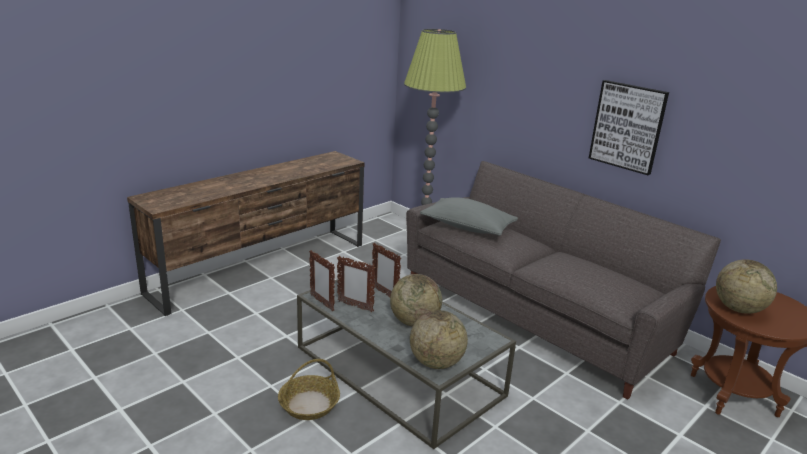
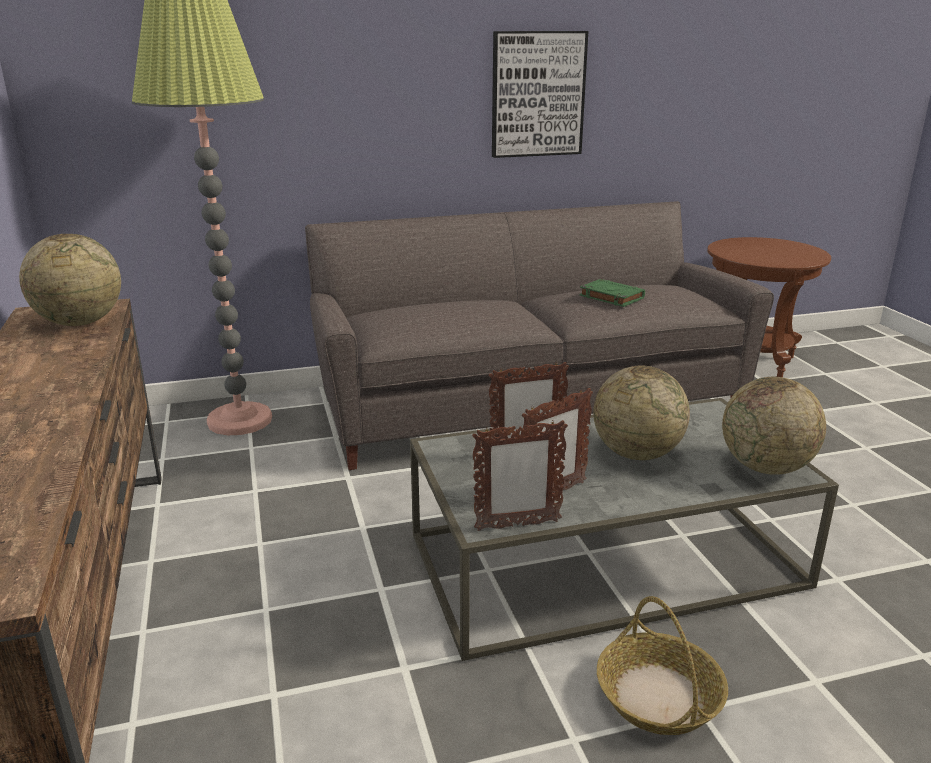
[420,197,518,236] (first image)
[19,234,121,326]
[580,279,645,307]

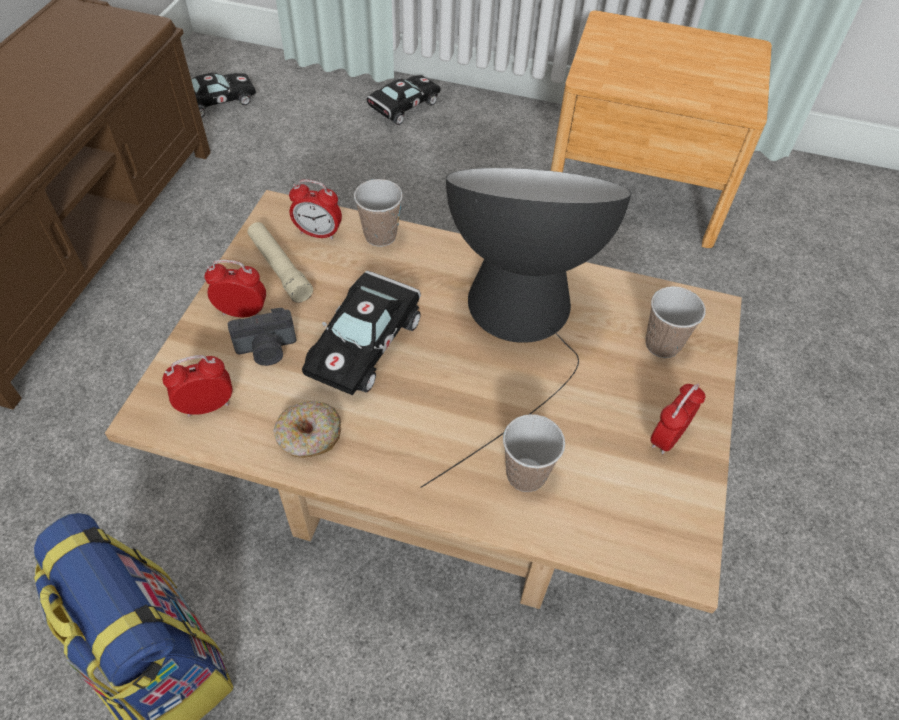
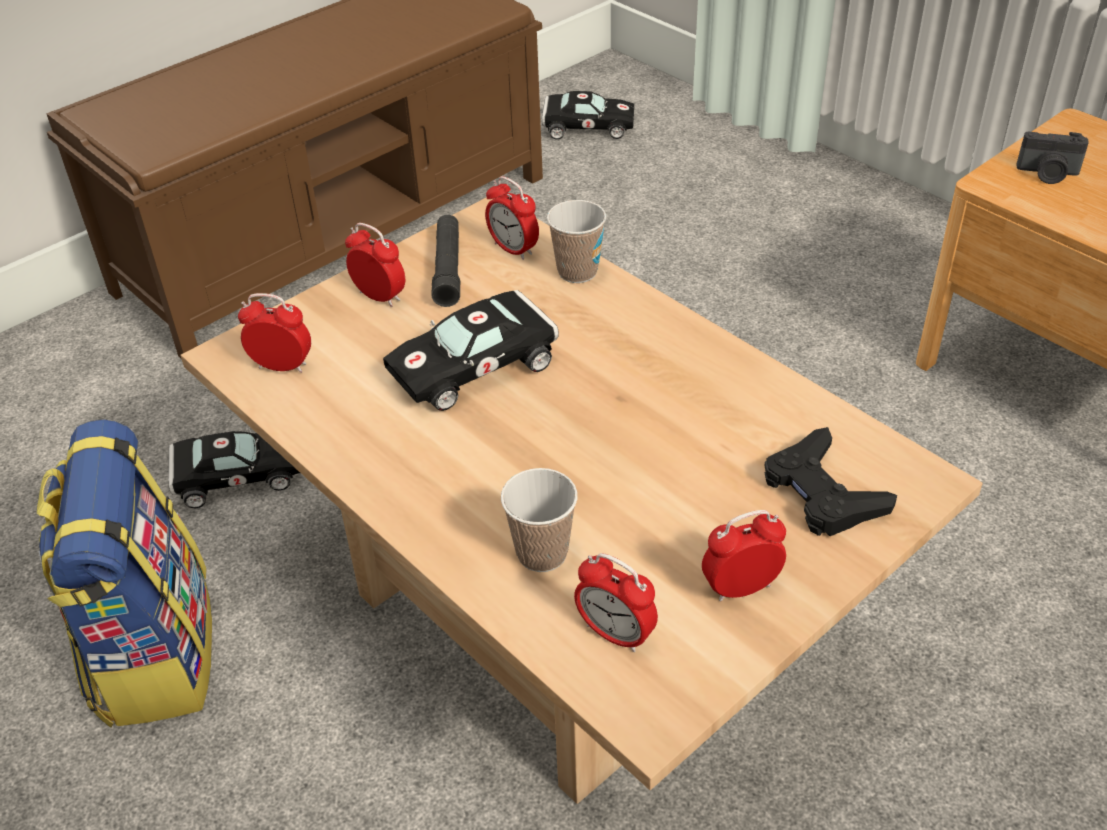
[1017,132,1089,184]
[431,215,460,307]
[273,401,341,458] (first image)
[168,428,300,508]
[420,168,632,488] (first image)
[764,427,897,536]
[574,553,658,652]

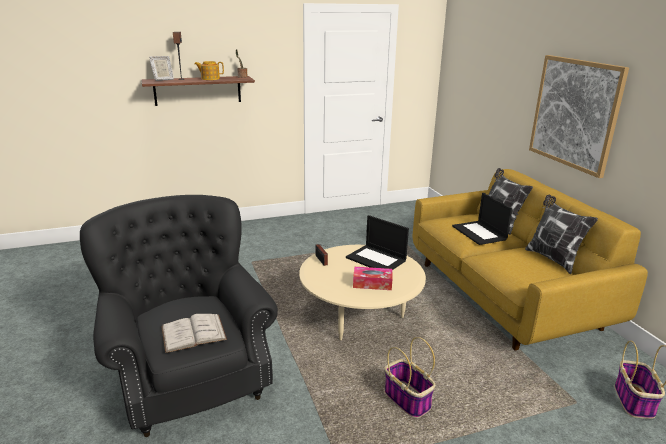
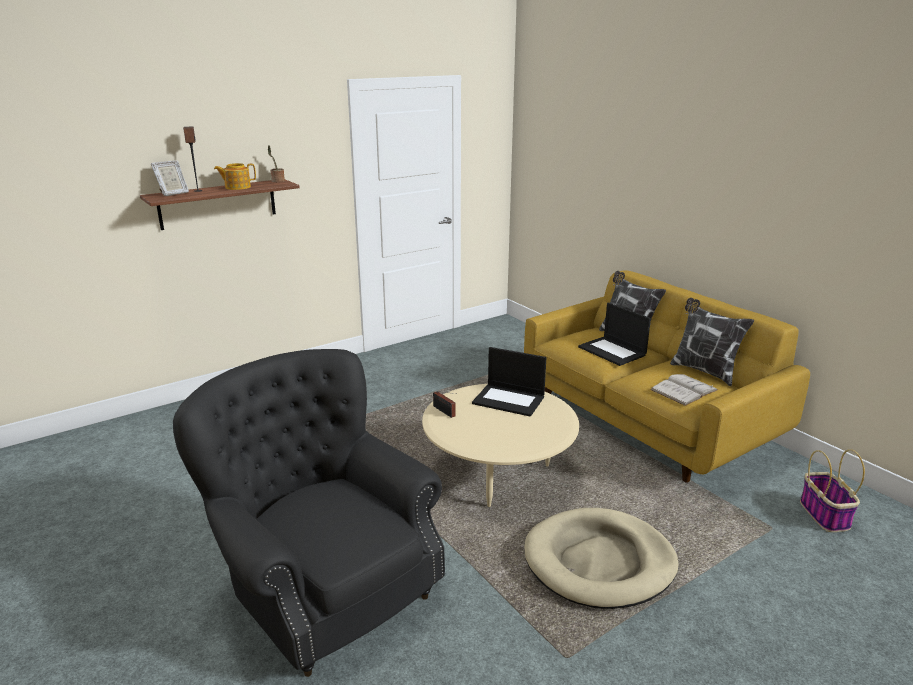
[650,374,718,406]
[353,267,393,290] (first image)
[524,508,679,609]
[529,55,629,178] (first image)

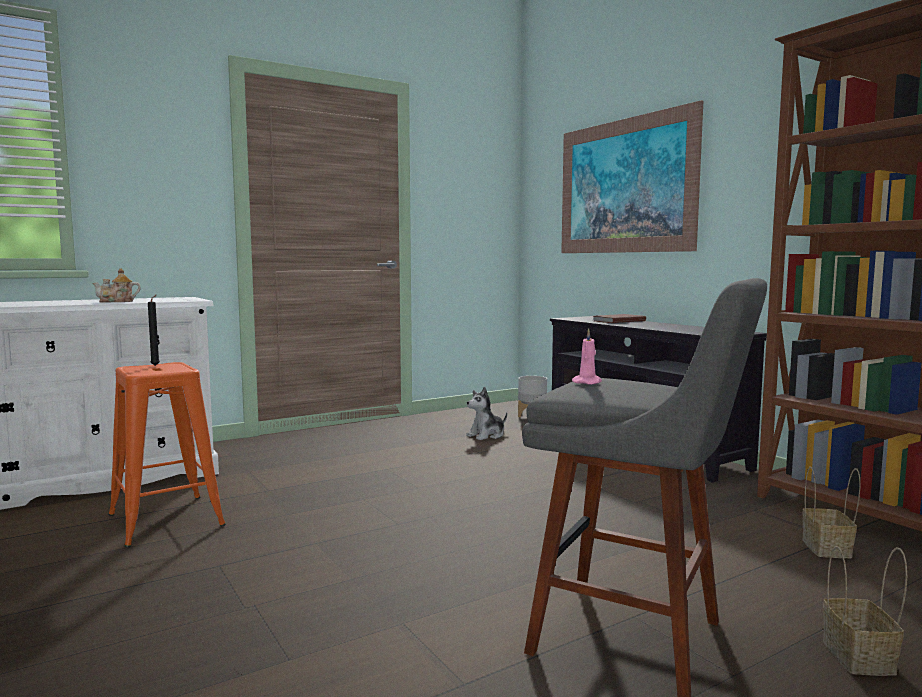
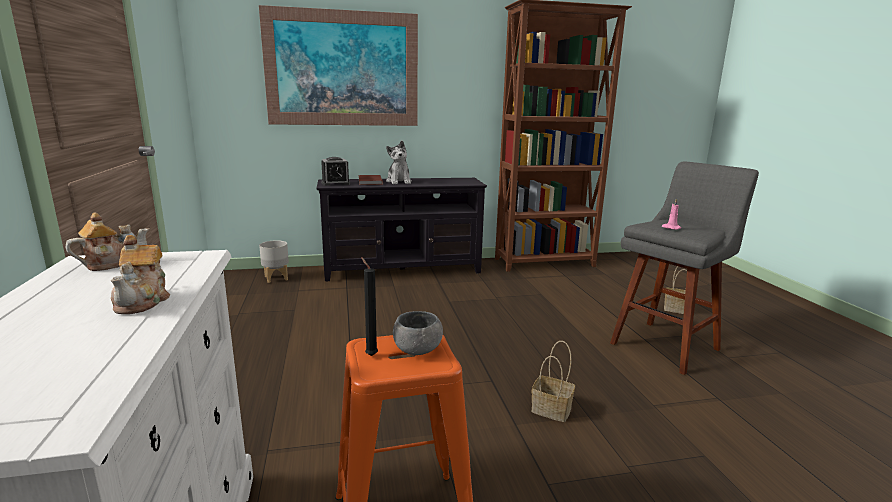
[386,140,412,184]
[532,341,575,422]
[66,213,149,271]
[321,157,350,186]
[393,311,443,355]

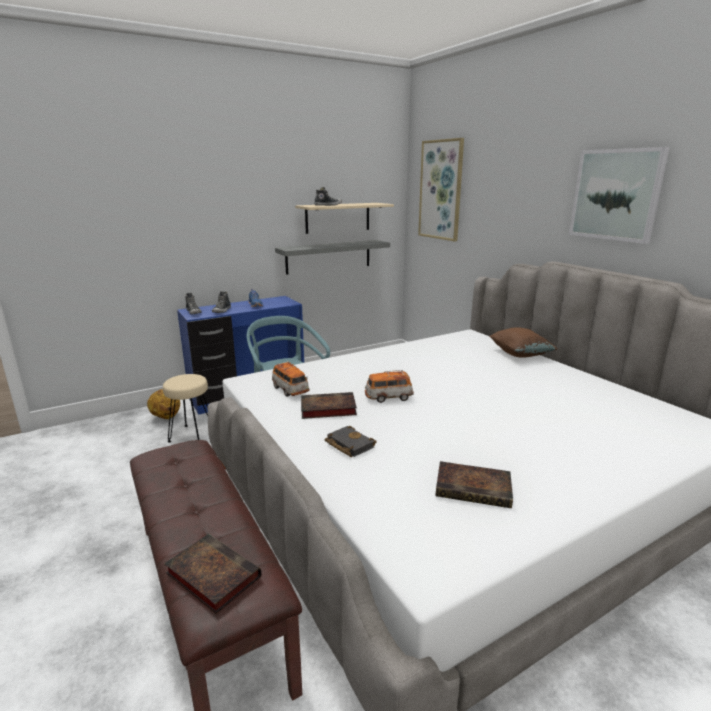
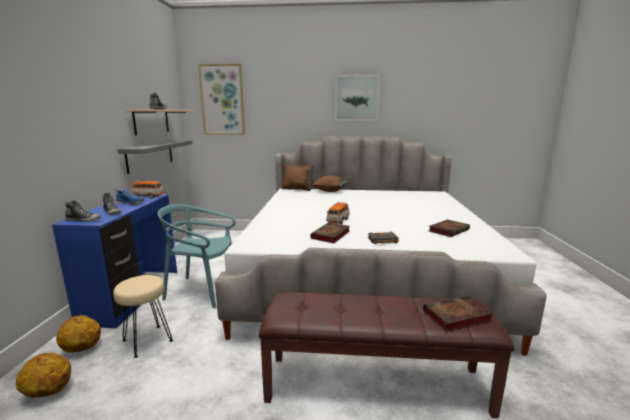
[131,180,164,199]
[16,353,71,398]
[282,164,313,191]

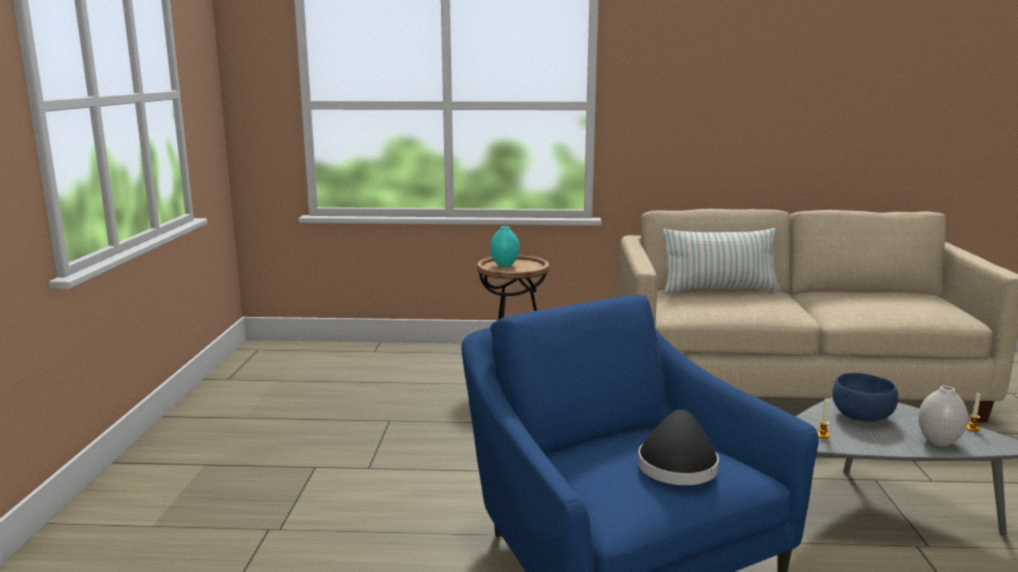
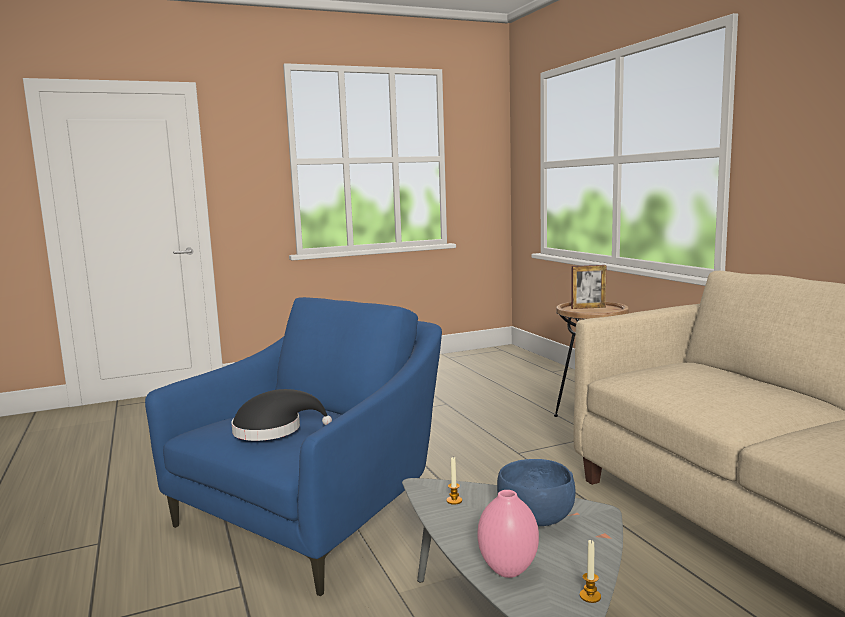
[571,265,606,309]
[663,228,780,294] (first image)
[477,490,539,578]

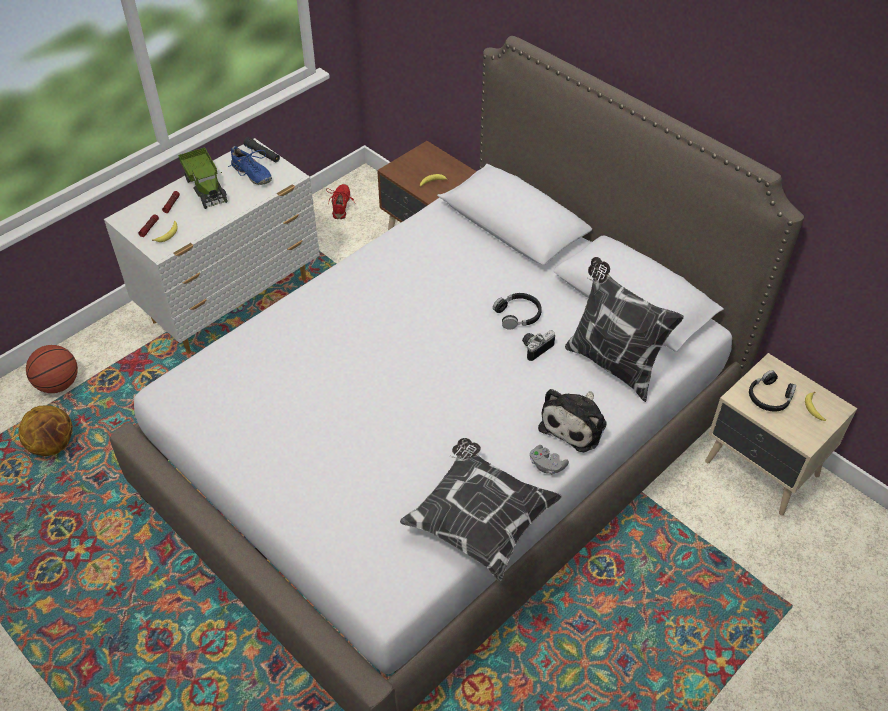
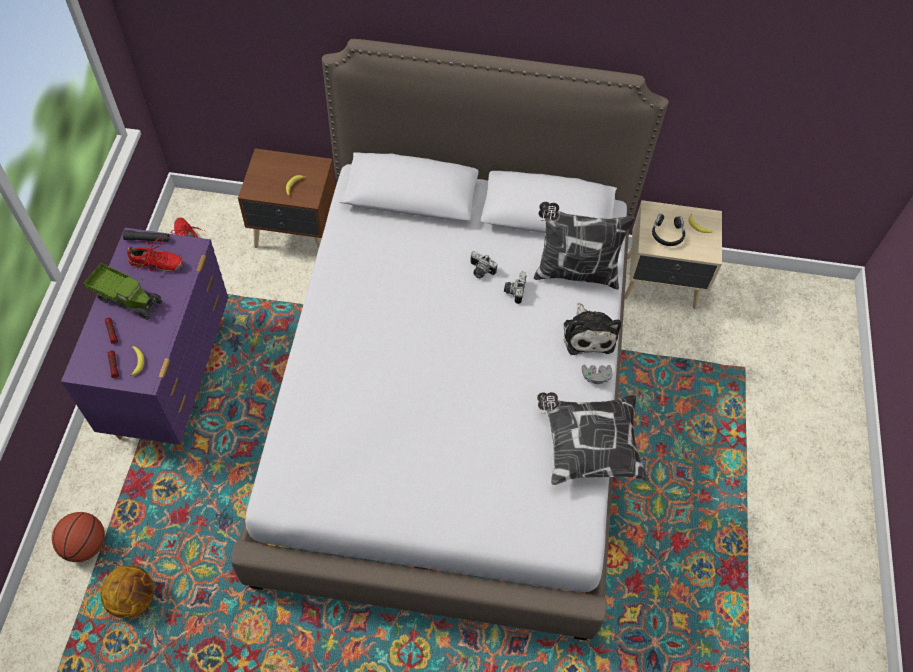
[61,228,229,448]
[127,238,184,272]
[470,251,497,278]

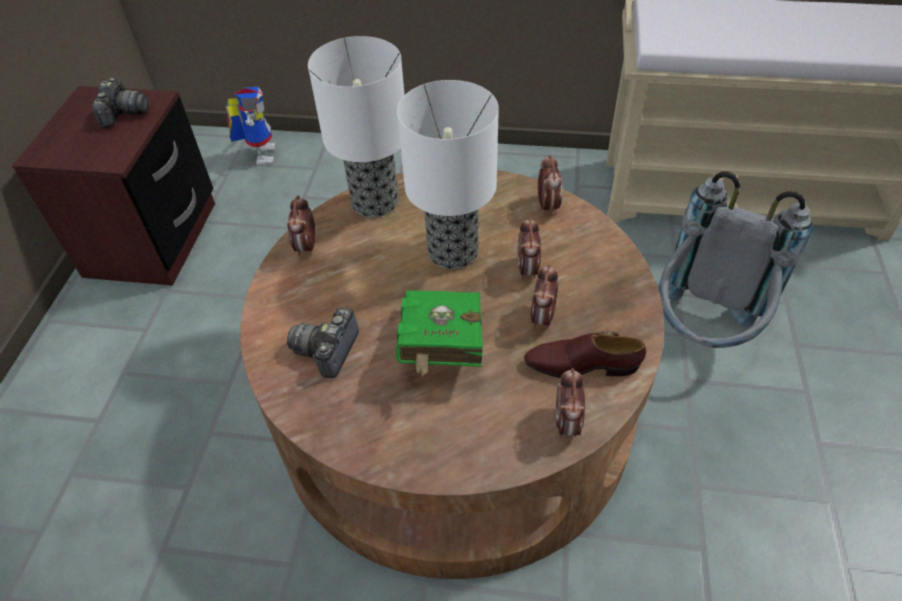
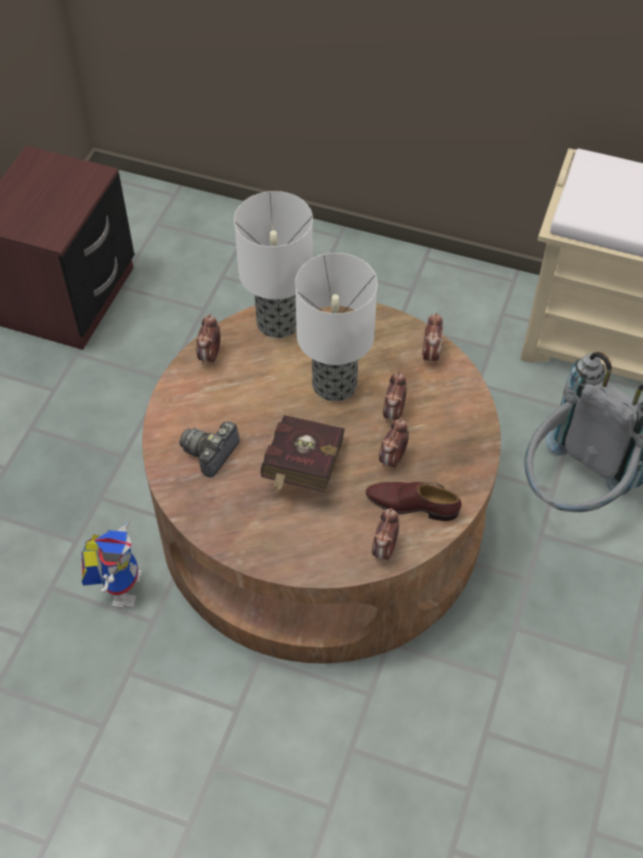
[92,78,149,128] (first image)
[81,521,142,609]
[260,415,345,492]

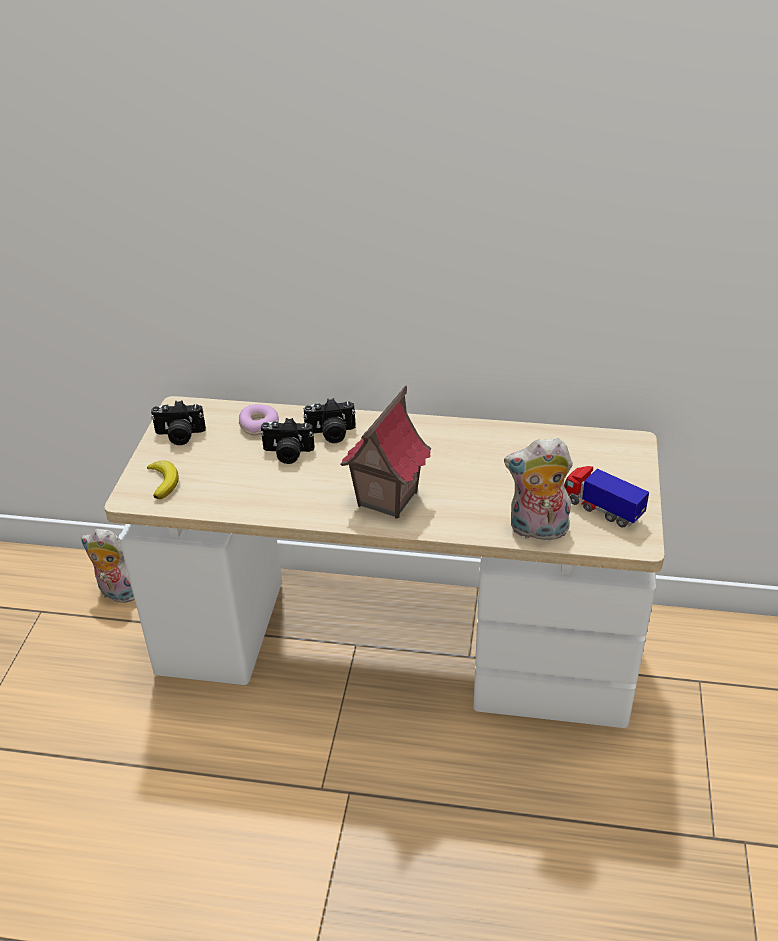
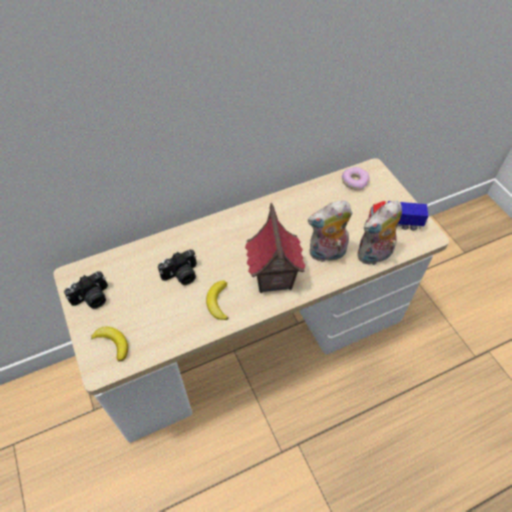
[308,200,352,263]
[342,167,369,190]
[303,398,356,443] (first image)
[206,280,229,320]

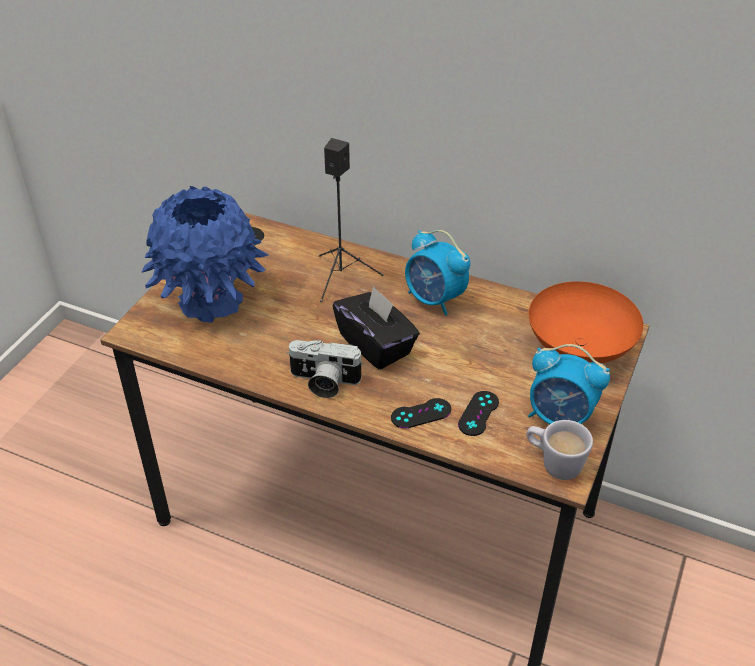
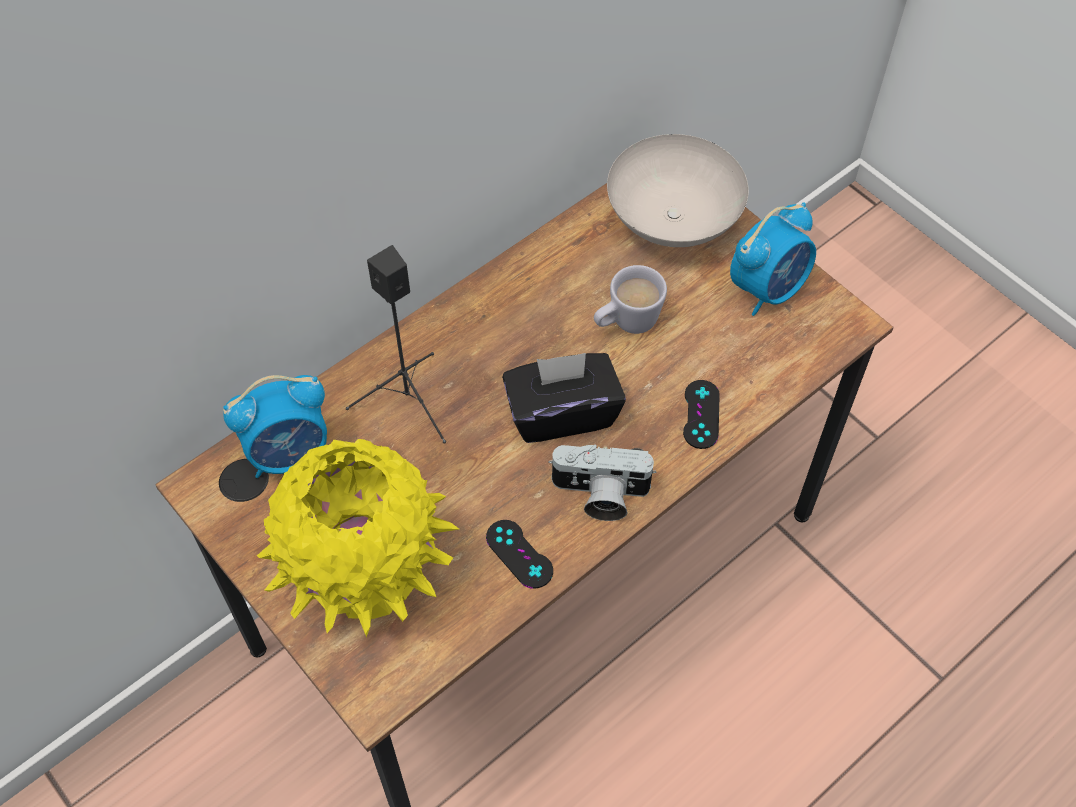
[257,439,459,637]
[548,444,657,521]
[223,375,327,478]
[486,520,553,589]
[594,265,667,334]
[607,134,749,247]

